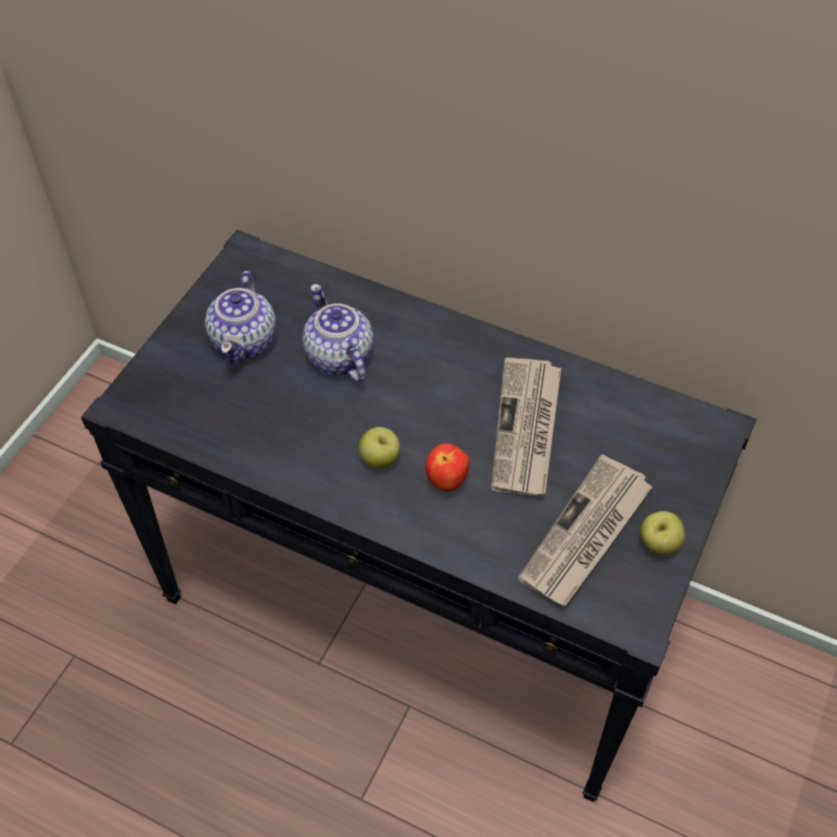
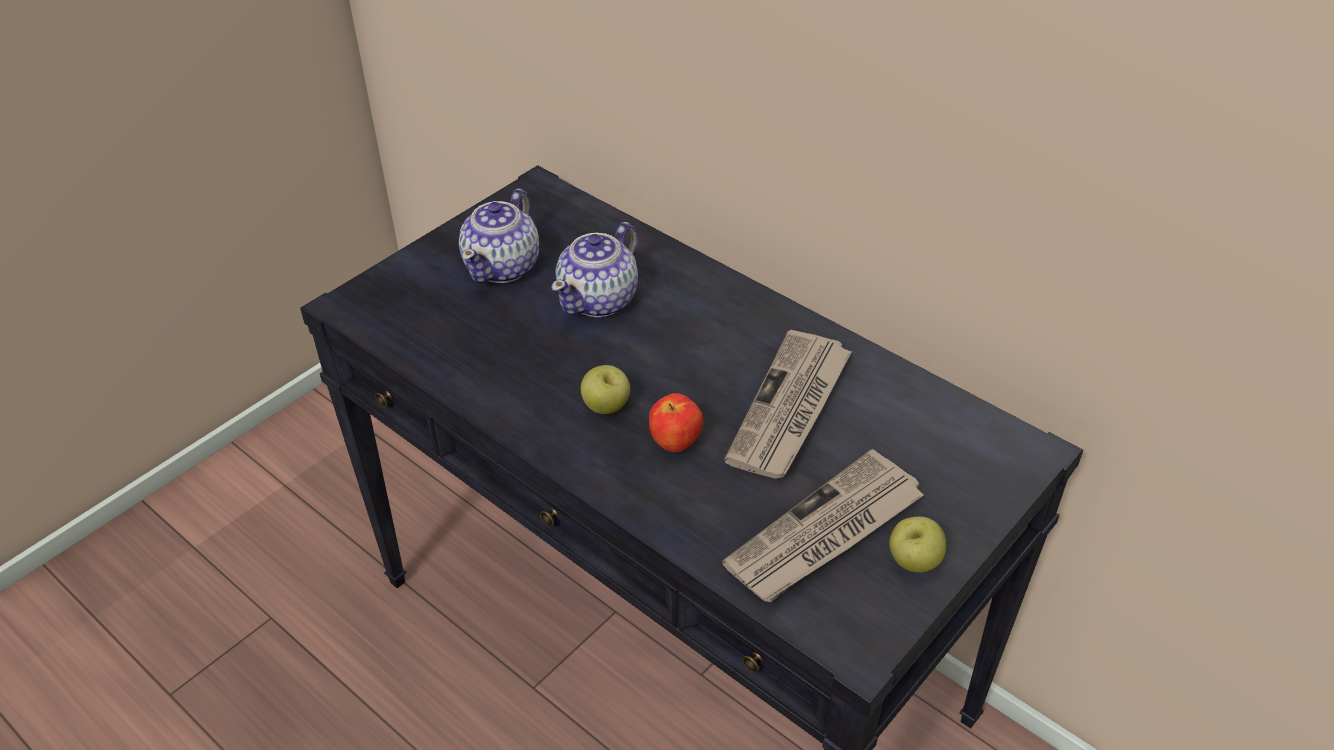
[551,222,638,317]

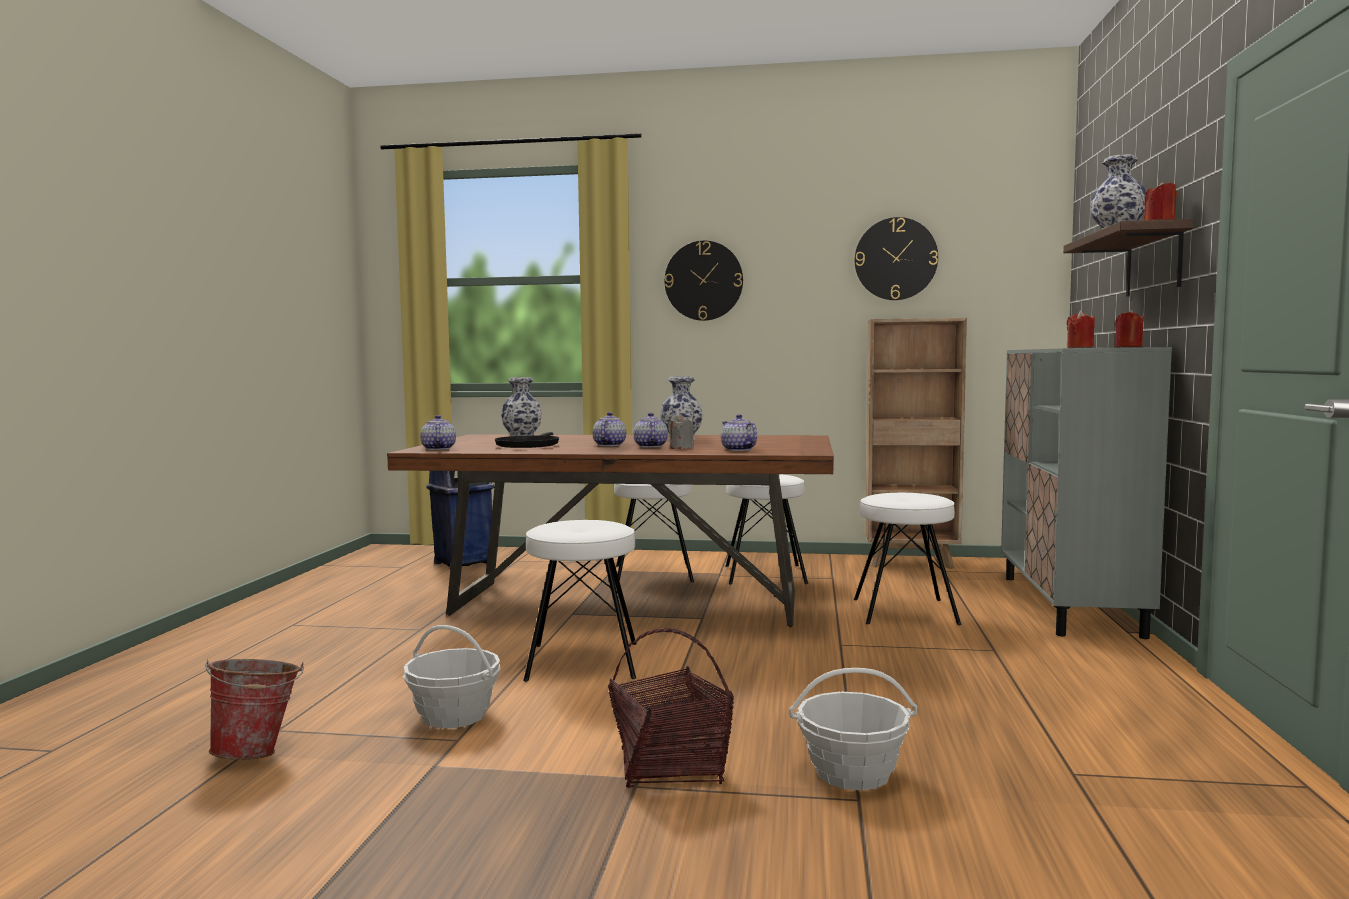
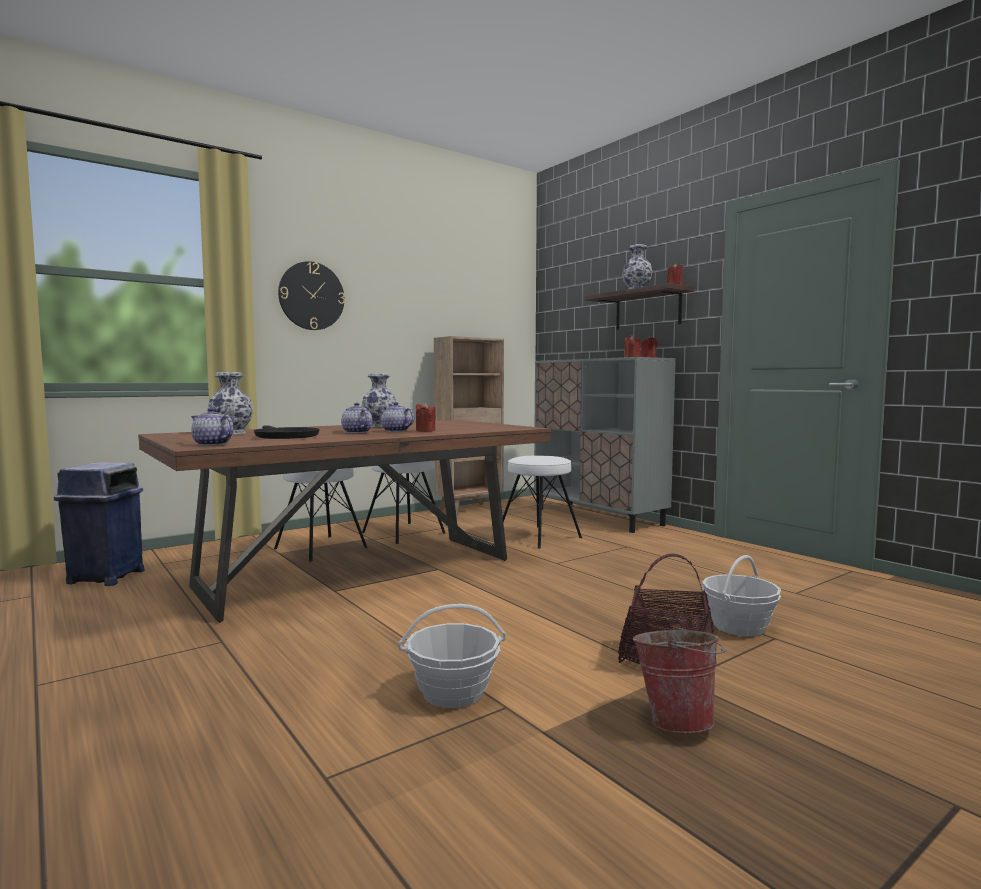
[633,624,726,734]
[523,520,637,682] (first image)
[416,402,436,431]
[721,414,757,451] (first image)
[855,217,938,300] (first image)

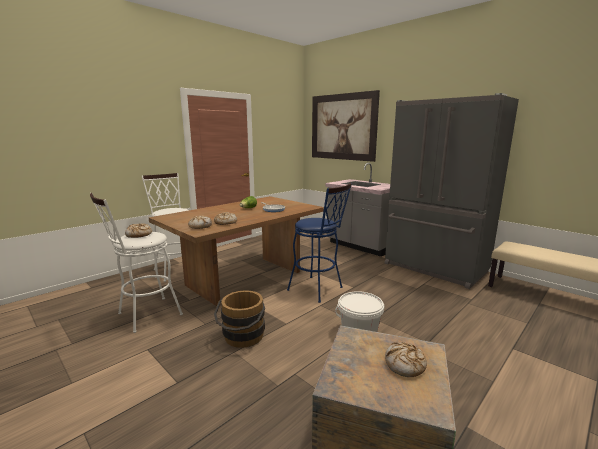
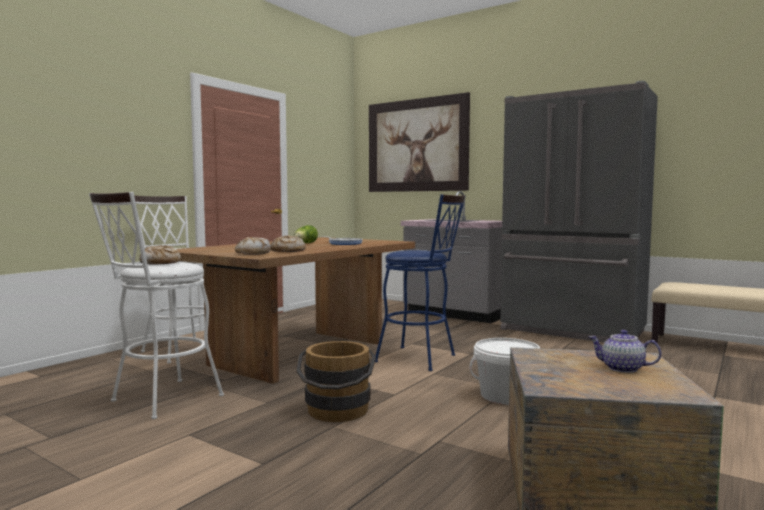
[589,330,662,373]

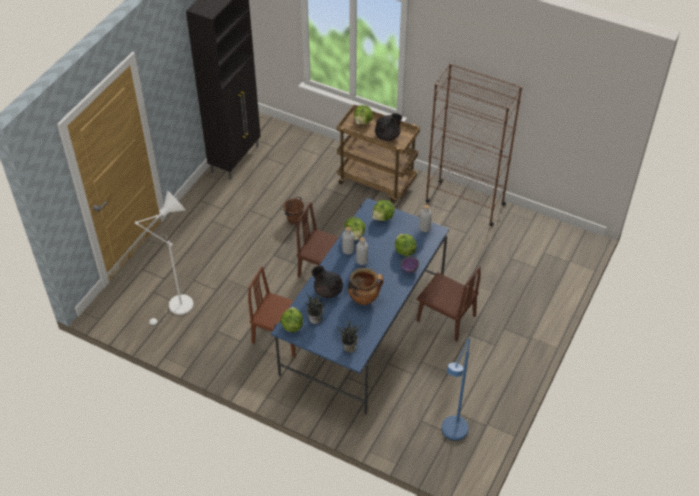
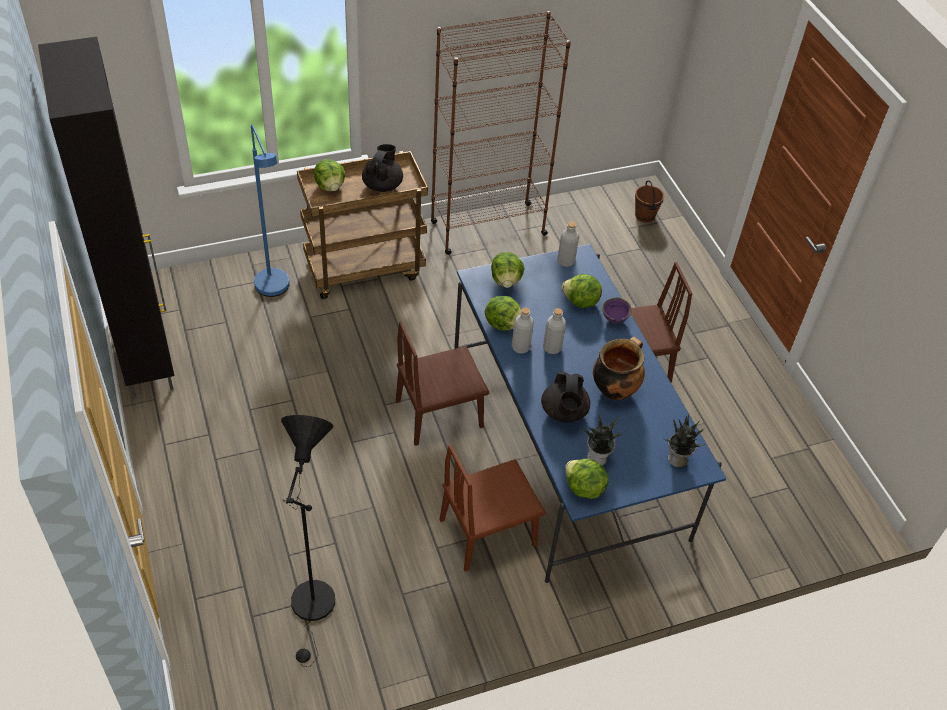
[281,415,335,667]
[635,181,664,223]
[541,371,590,423]
[251,125,290,297]

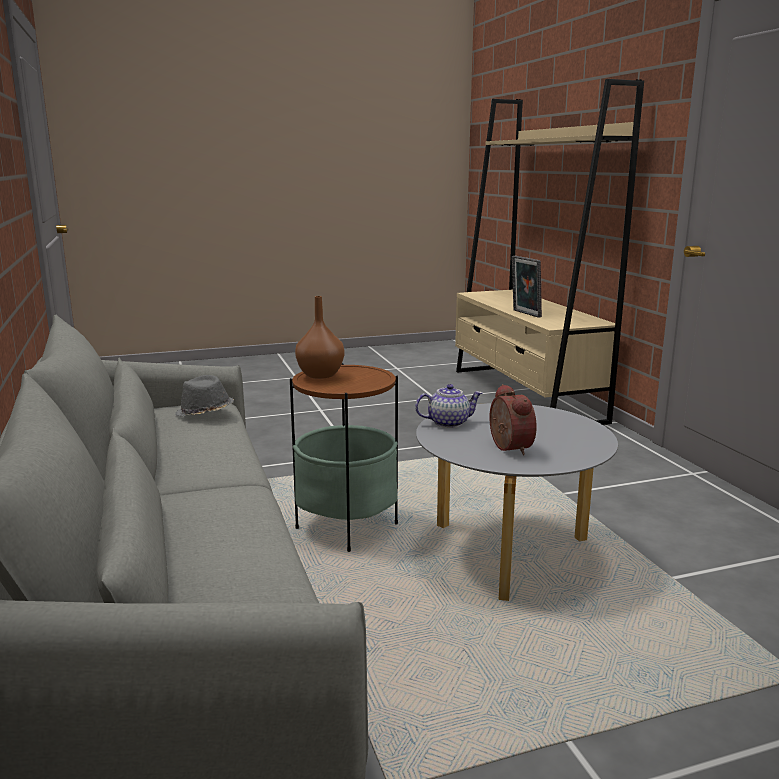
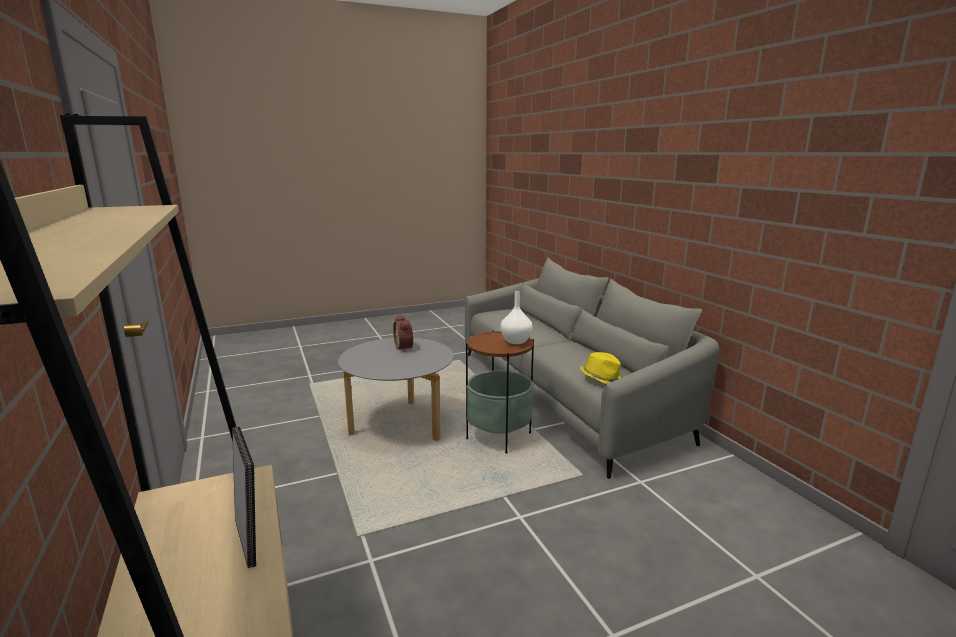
[580,352,622,384]
[501,291,533,344]
[415,384,483,428] (first image)

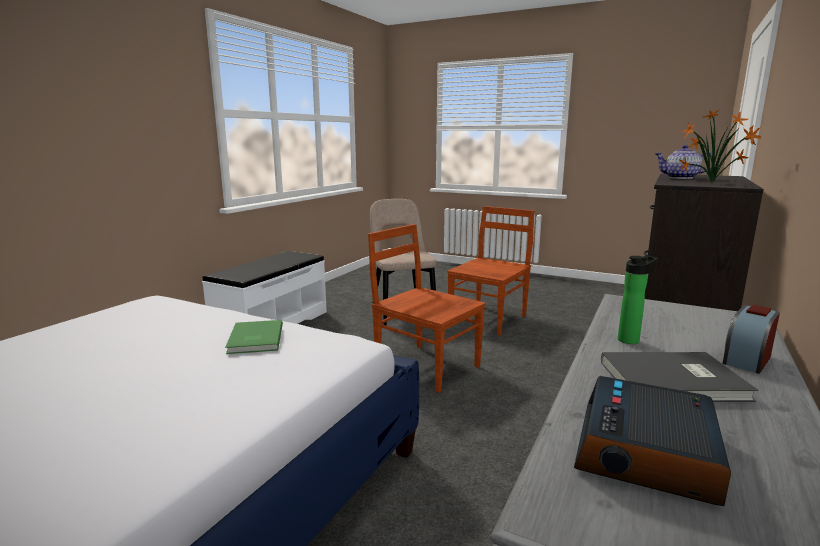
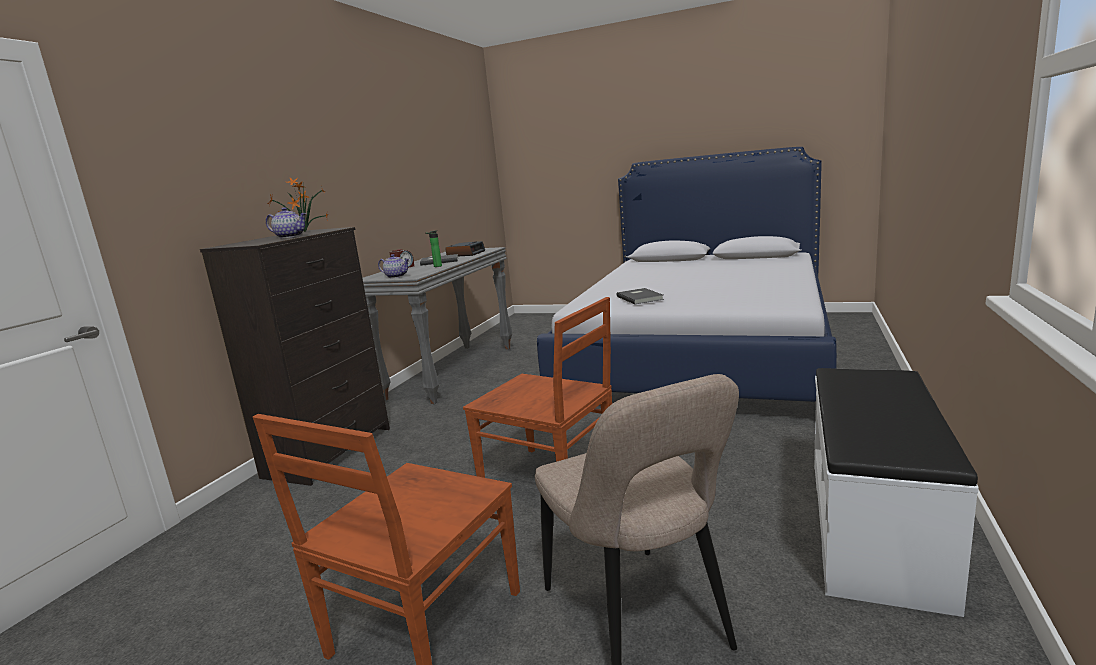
[617,288,664,304]
[378,254,410,278]

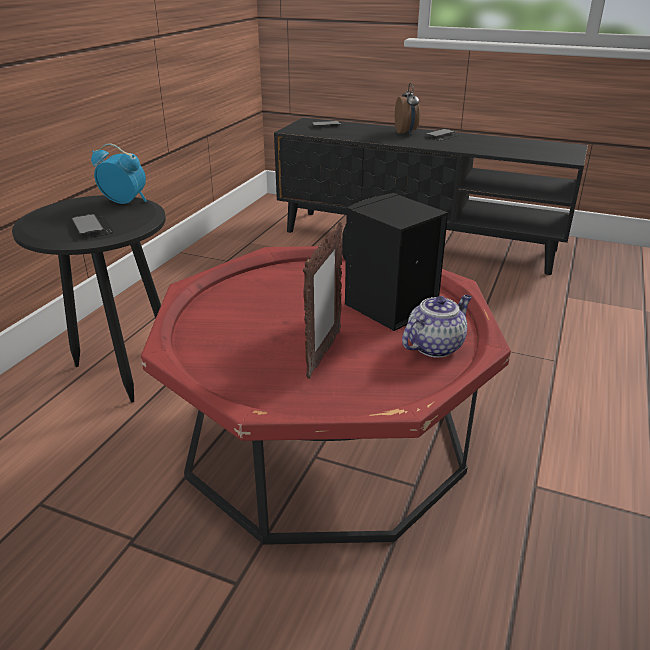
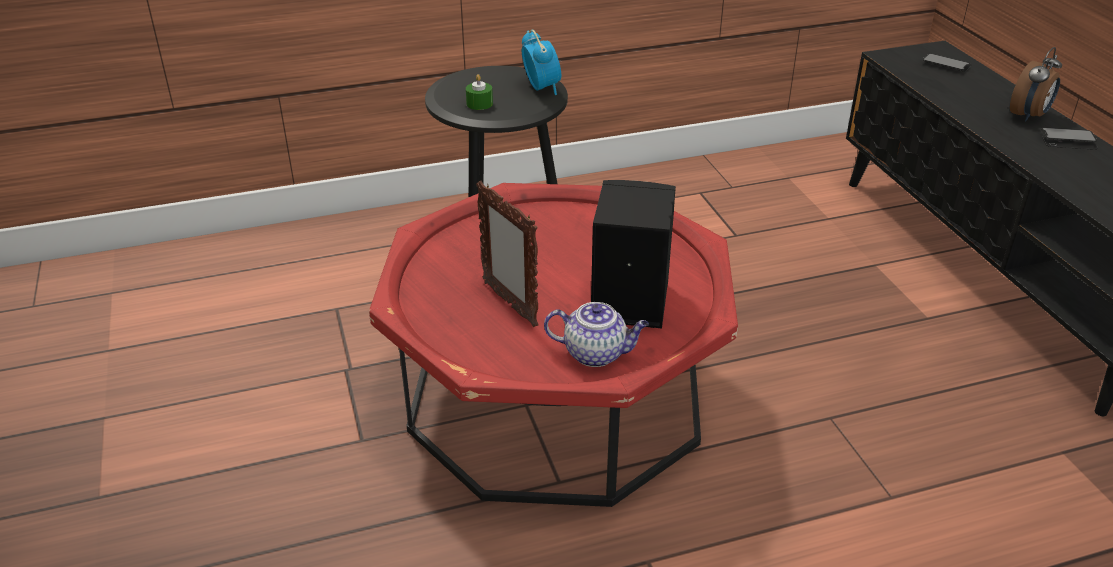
[466,74,493,110]
[476,181,539,327]

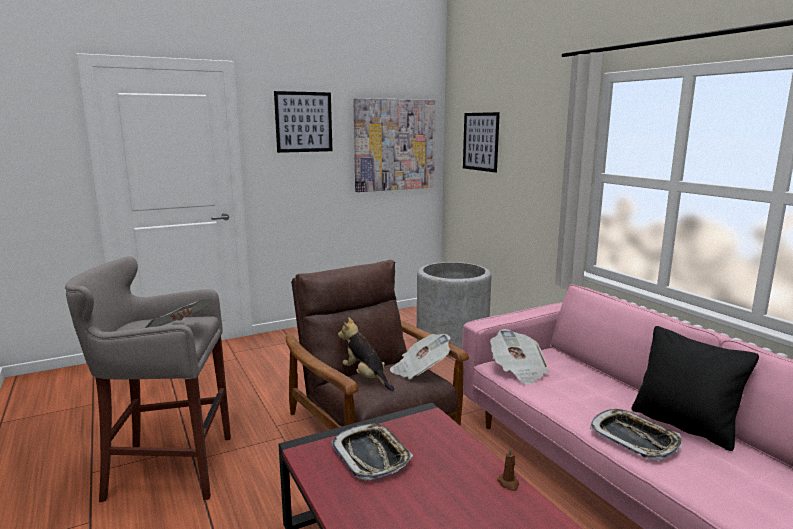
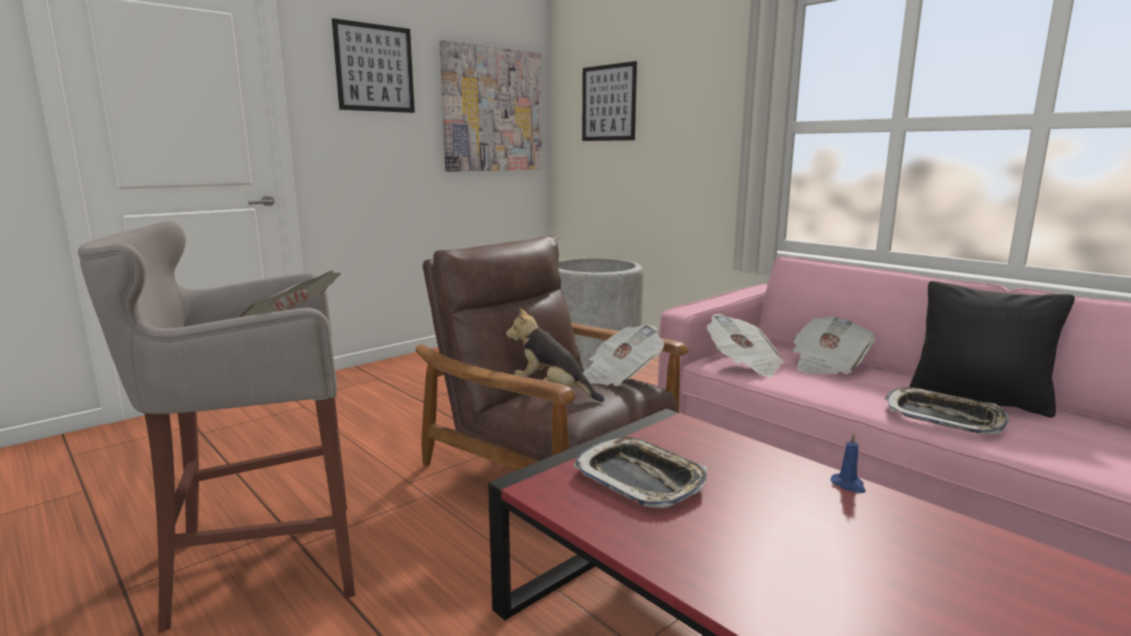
[831,433,866,493]
[793,316,875,374]

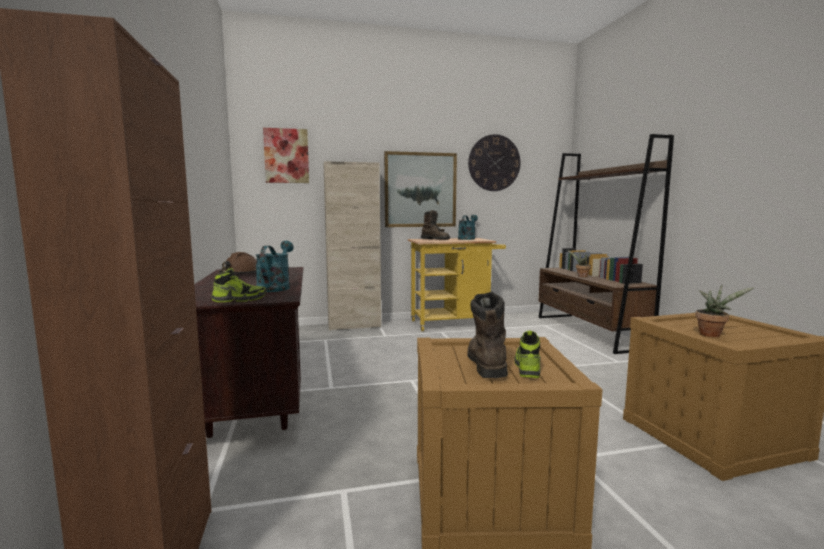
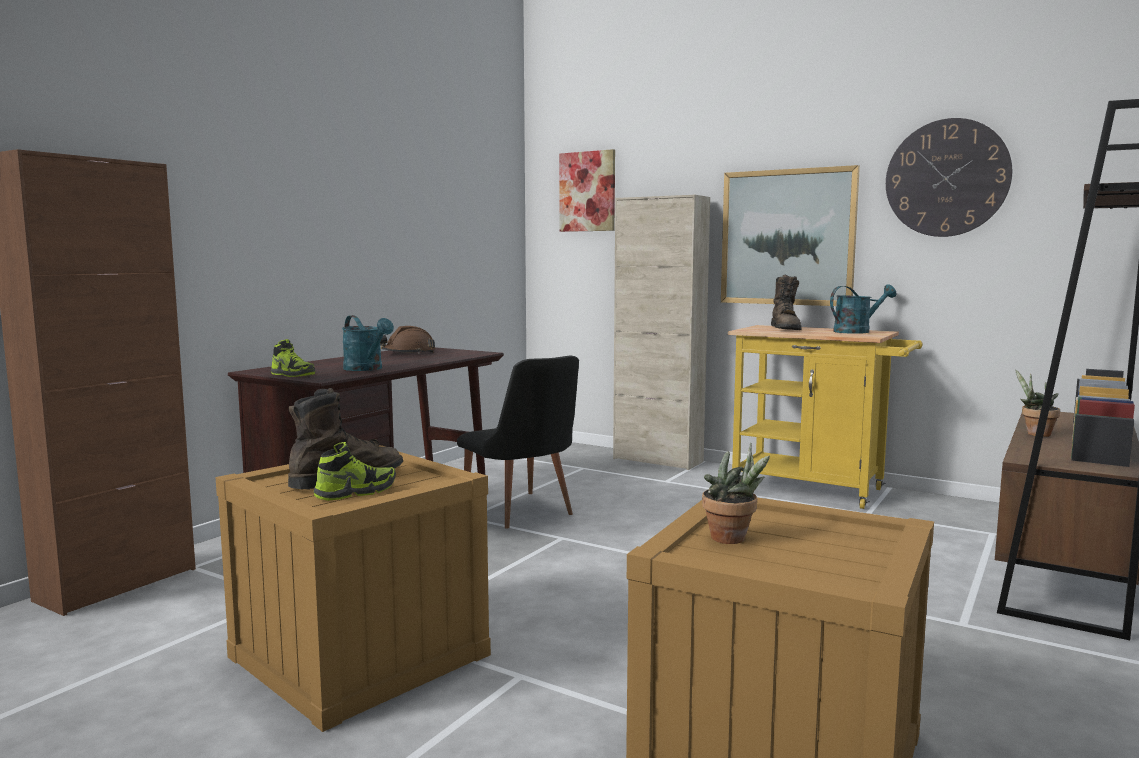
[342,315,394,371]
[457,355,579,529]

